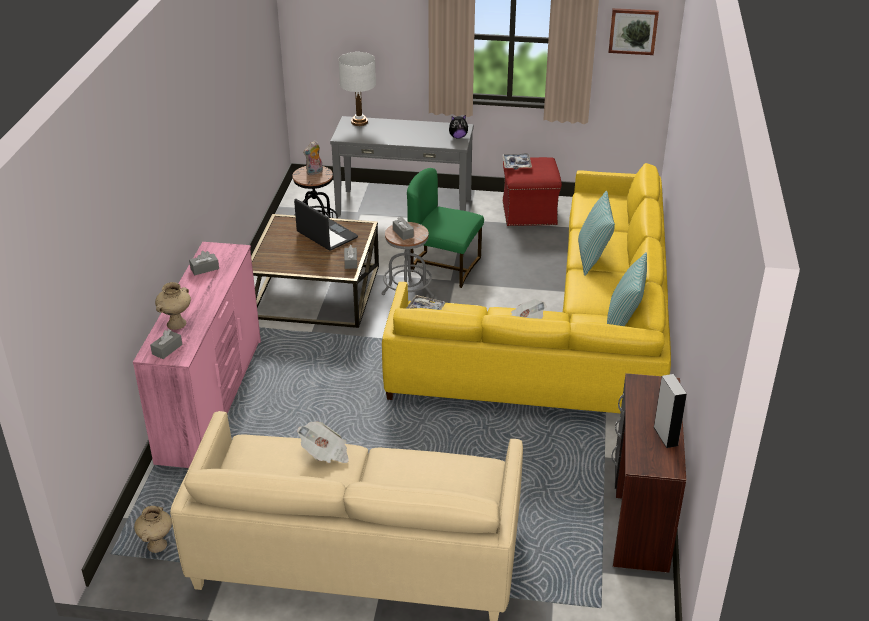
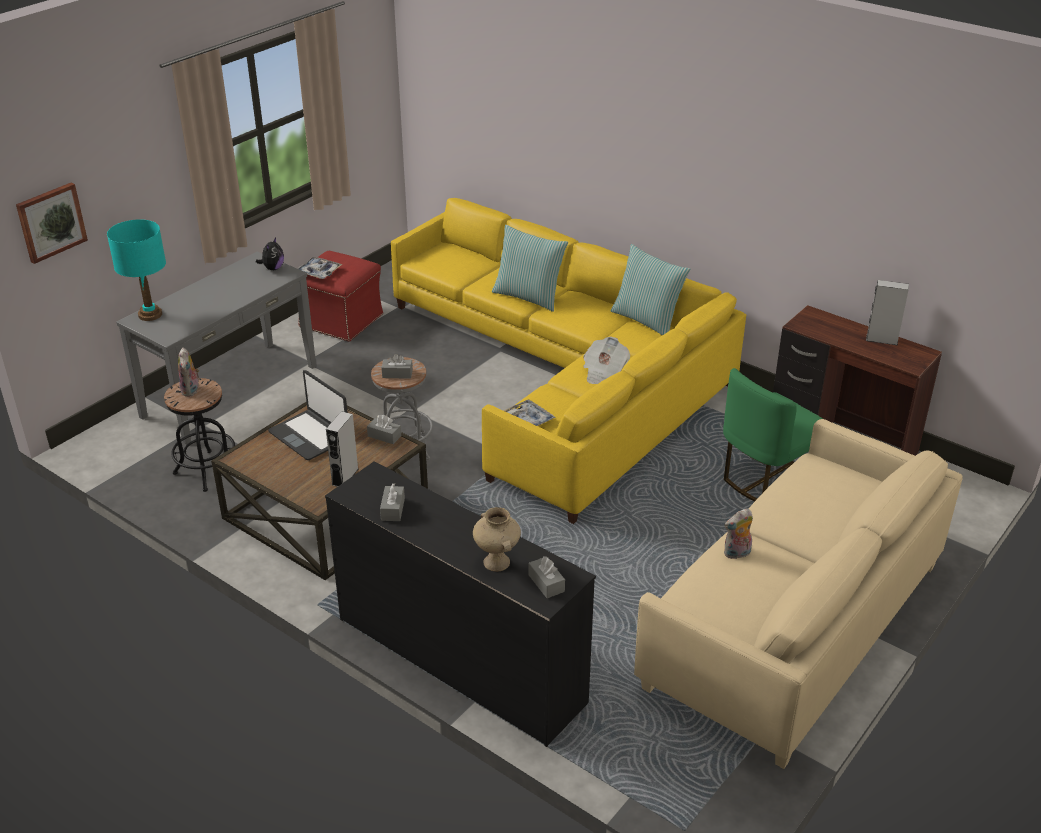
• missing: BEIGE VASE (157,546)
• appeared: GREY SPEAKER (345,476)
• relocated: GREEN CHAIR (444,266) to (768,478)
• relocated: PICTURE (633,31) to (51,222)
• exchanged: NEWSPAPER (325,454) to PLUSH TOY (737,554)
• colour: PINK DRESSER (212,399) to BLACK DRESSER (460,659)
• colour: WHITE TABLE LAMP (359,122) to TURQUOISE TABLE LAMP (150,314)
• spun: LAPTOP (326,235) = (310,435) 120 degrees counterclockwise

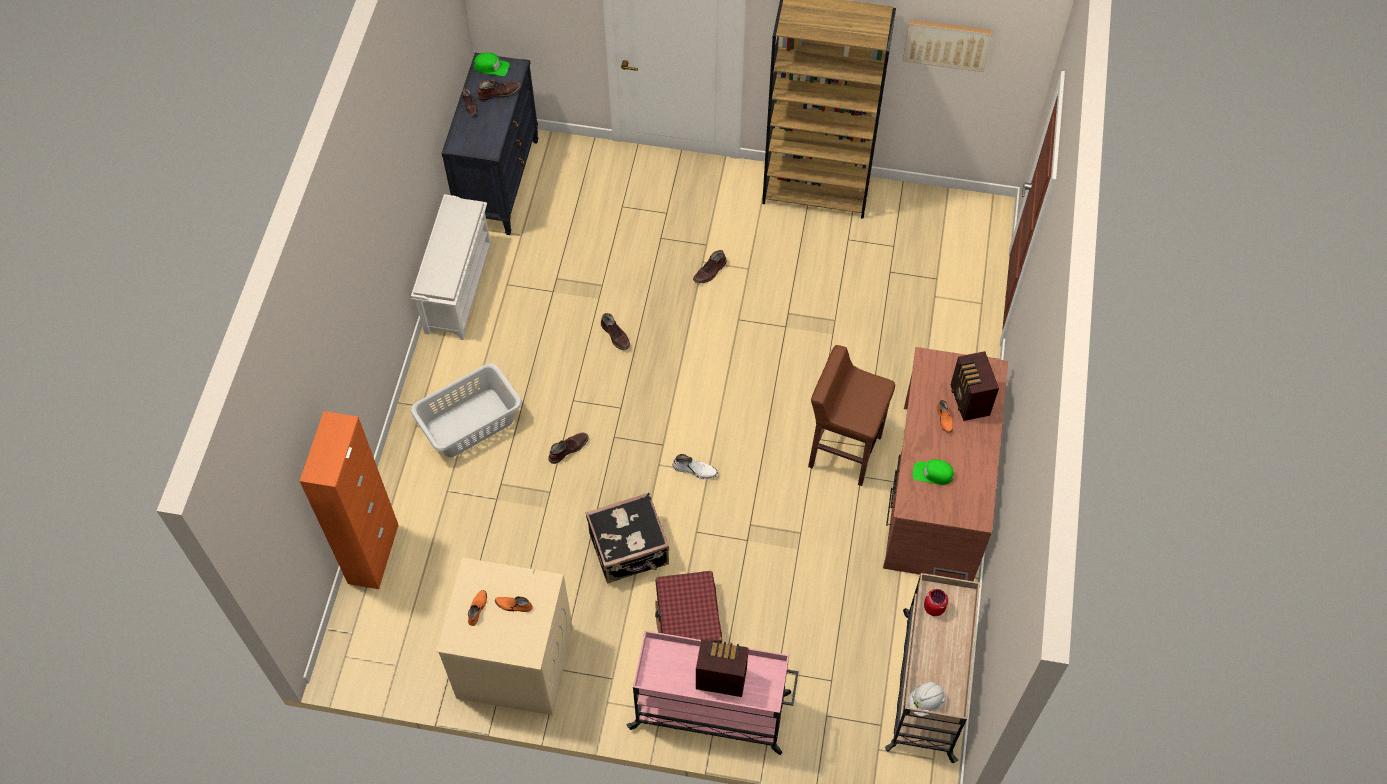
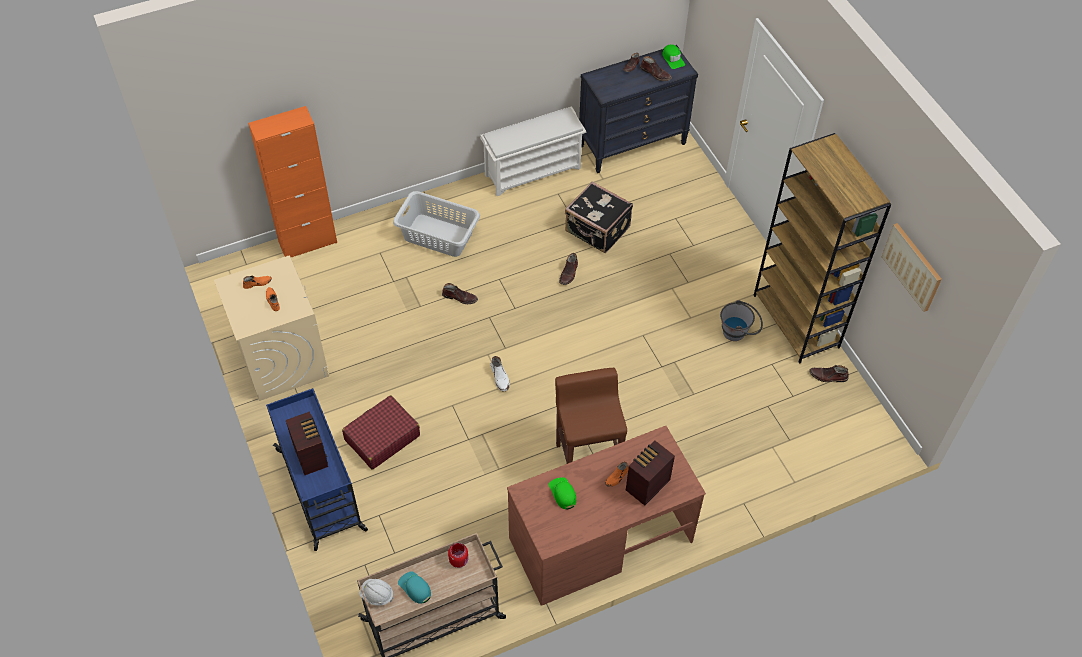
• appeared: TURQUOISE CAP (415,588)
• appeared: GREY BUCKET (738,332)
• relocated: BLACK SUITCASE (629,550) to (597,230)
• relocated: BROWN BOOT (710,272) to (828,376)
• colour: PINK CART (712,711) to BLUE CART (321,491)

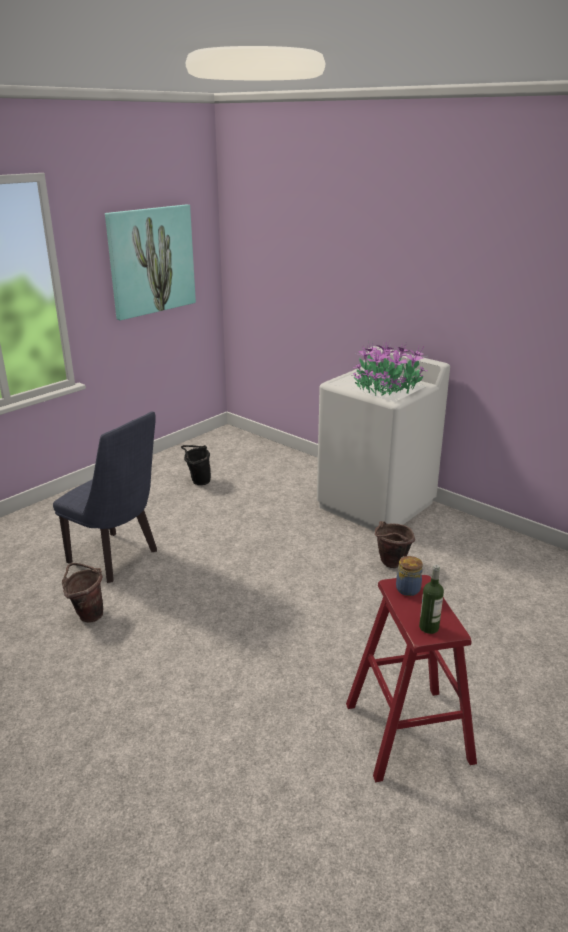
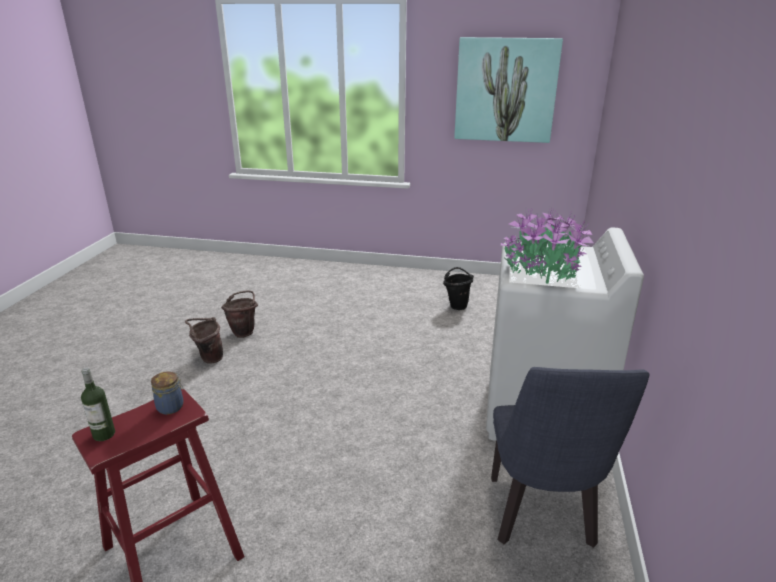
• relocated: BLUE CHAIR (118,559) to (541,518)
• relocated: BROWN BUCKET (390,565) to (208,358)

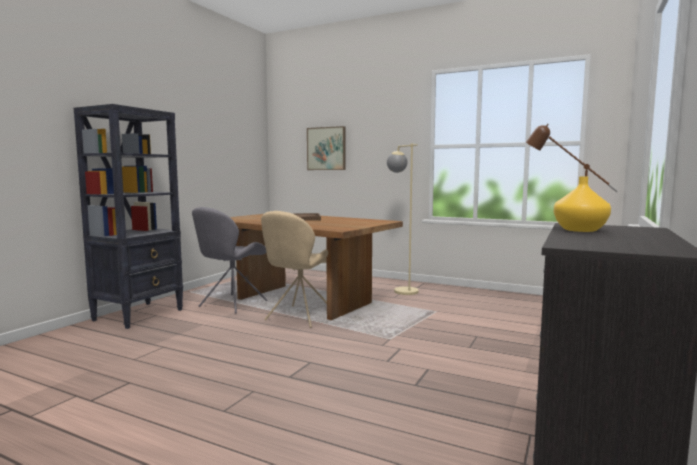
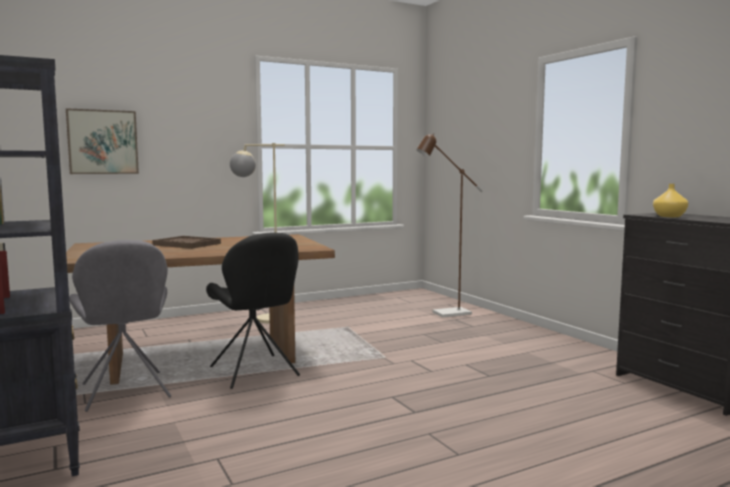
• colour: BEIGE CHAIR (299,317) to BLACK CHAIR (255,372)

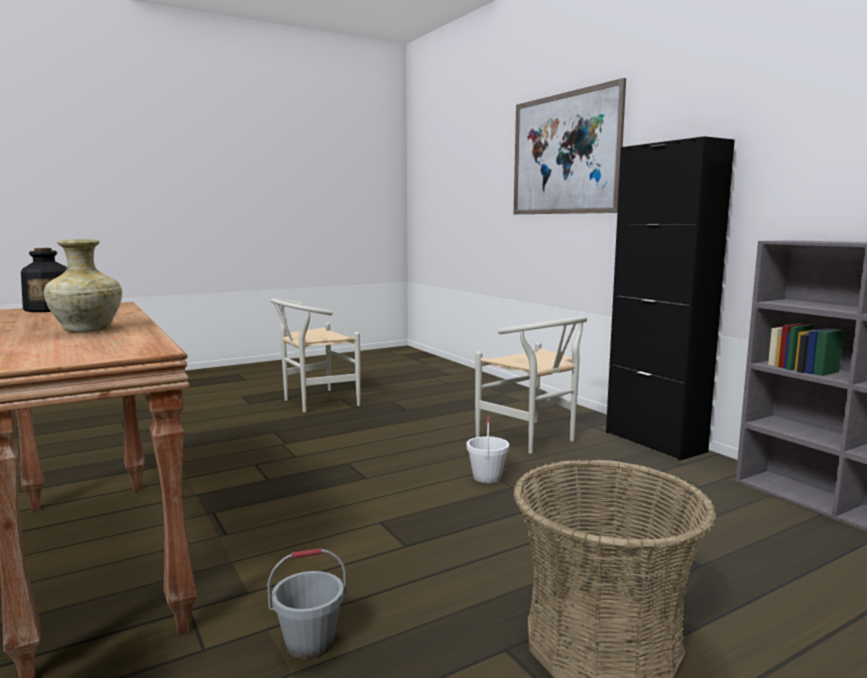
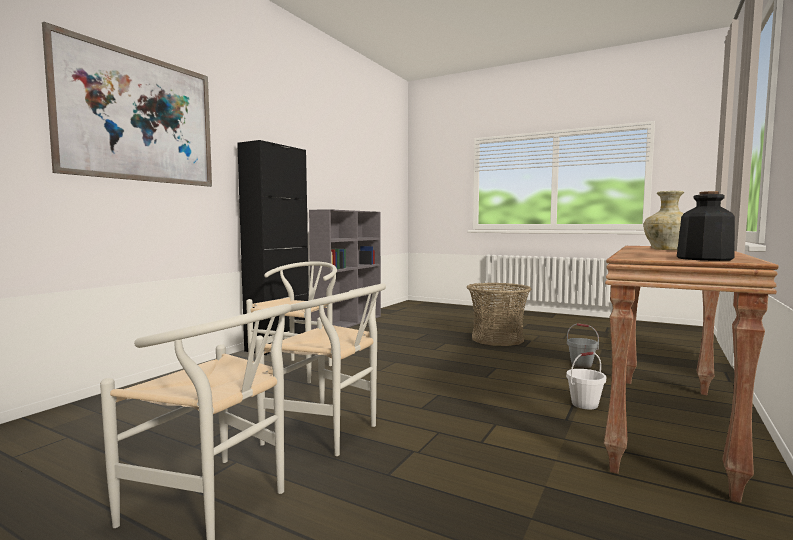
• appeared: WHITE CHAIR (330,433)
• relocated: WHITE BUCKET (487,477) to (584,404)

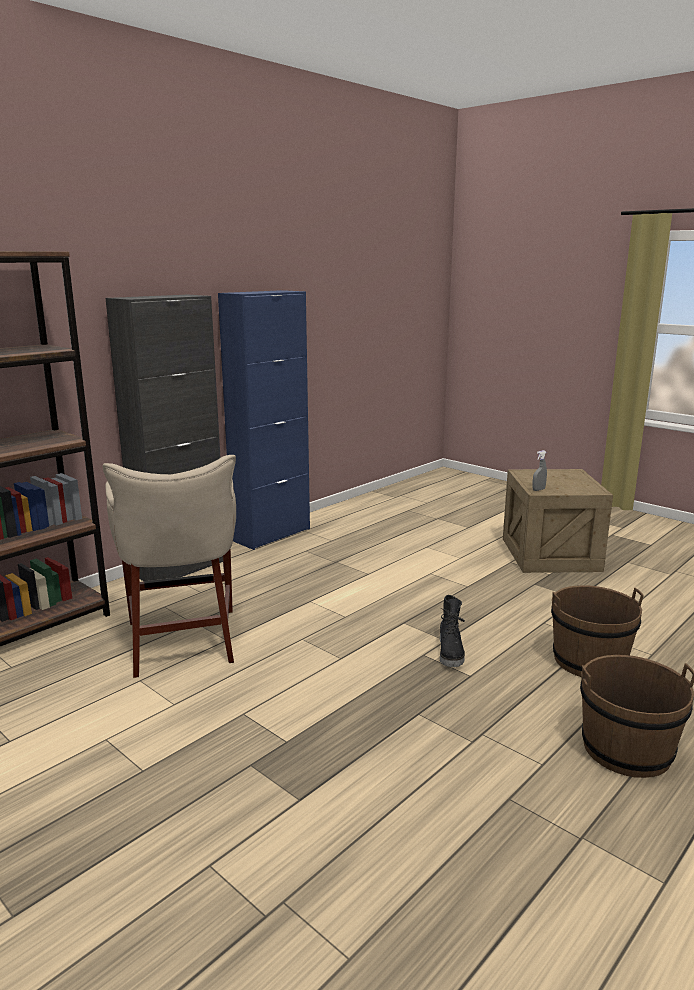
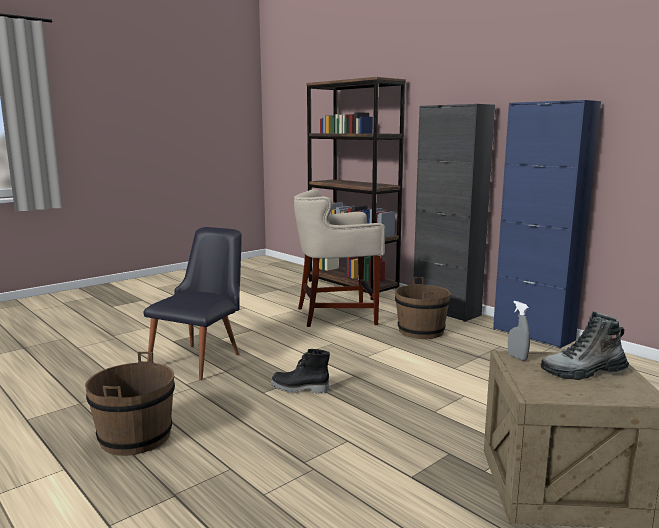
• appeared: BLACK CHAIR (202,358)
• appeared: BOOT (583,372)
• relocated: BROWN BUCKET (589,661) to (421,331)

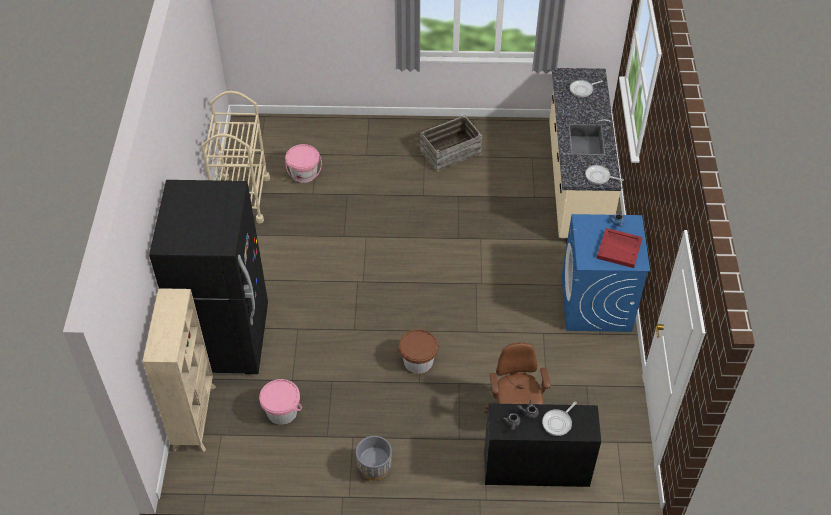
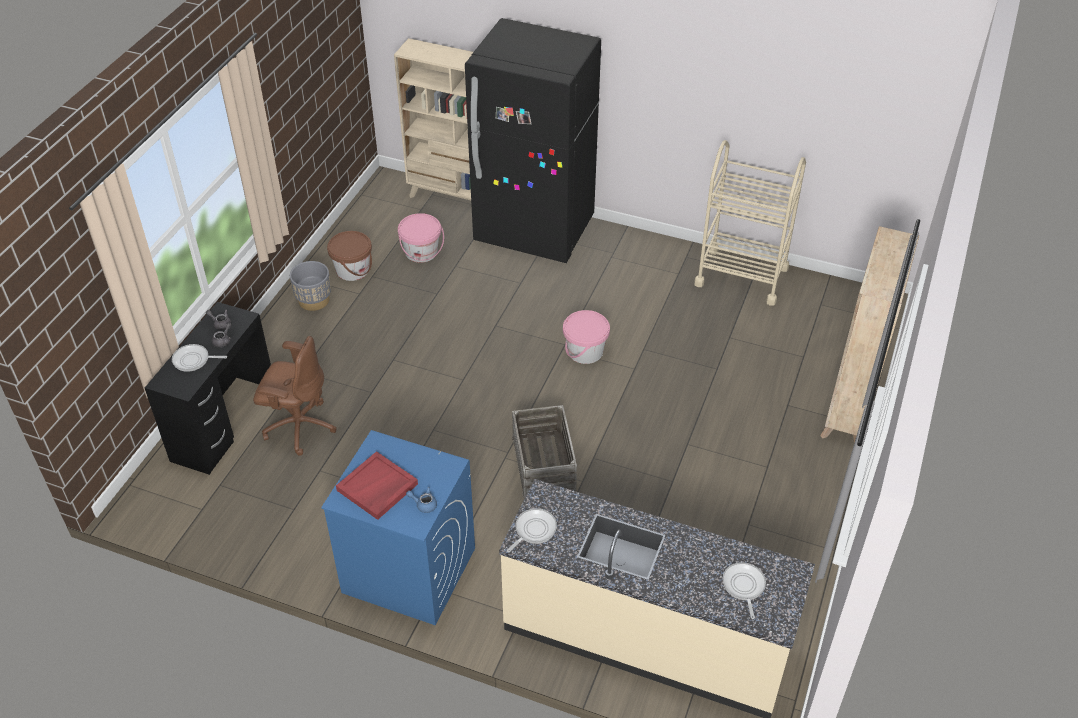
• appeared: BEIGE BOOKCASE (848,410)
• relocated: PINK BUCKET (304,174) to (585,351)
• relocated: BROWN BUCKET (418,361) to (353,270)
• relocated: CRATE (450,152) to (544,463)
• spun: FRYING PAN (558,422) = (193,360) 60 degrees counterclockwise

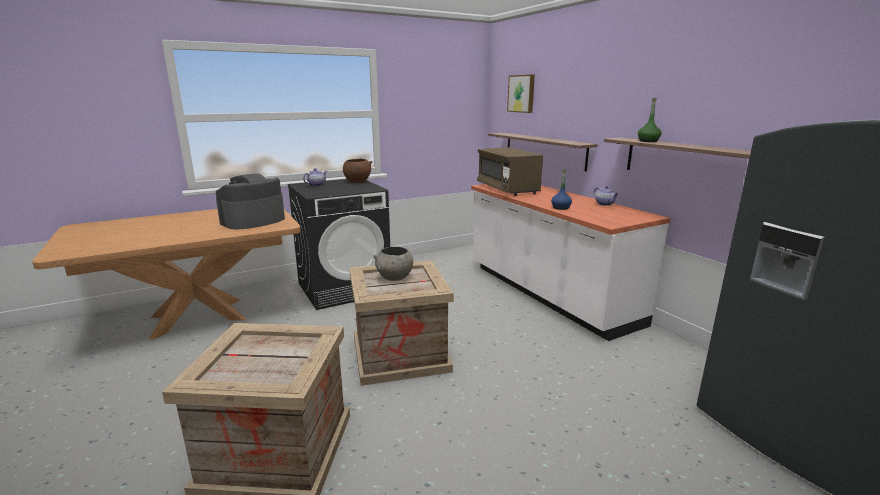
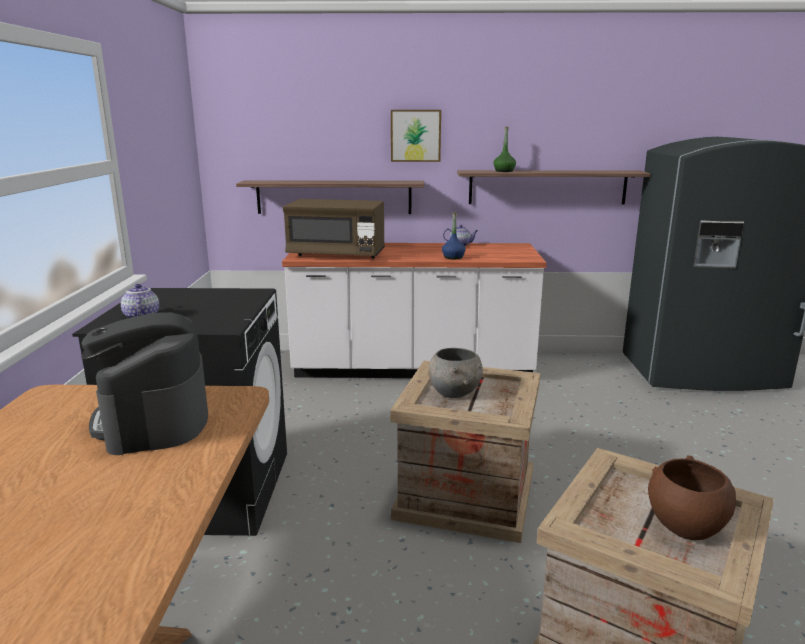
• relocated: BROWN BOWL (357,181) to (685,527)
• relocated: PICTURE (522,93) to (415,135)

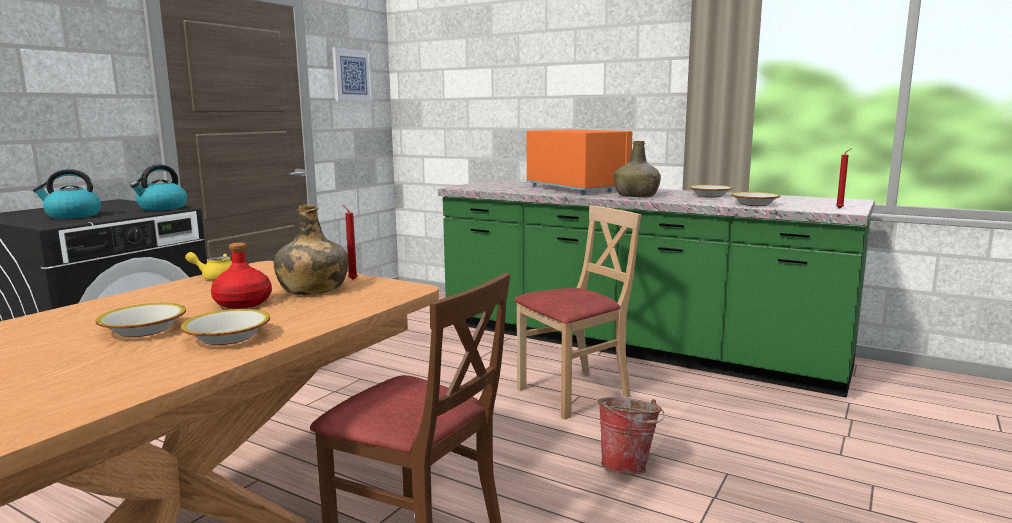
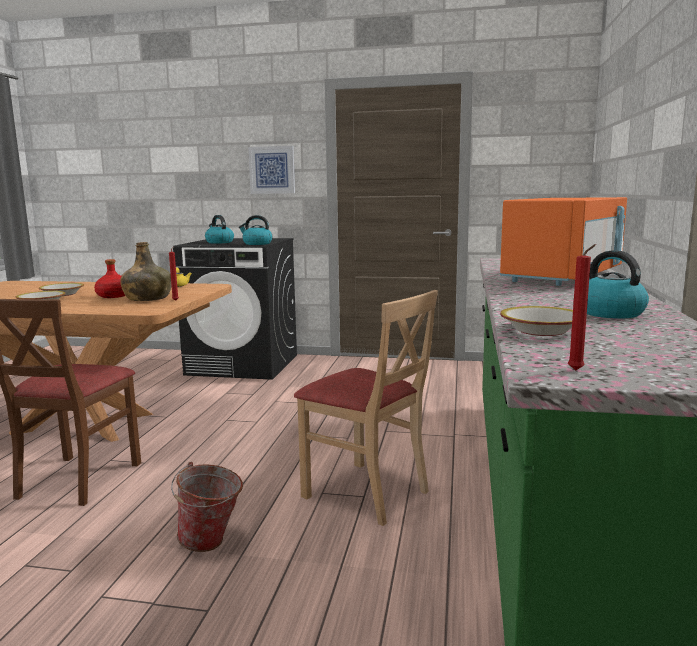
• missing: GREEN BOTTLE (636,196)
• relocated: PICTURE (351,75) to (272,170)
• exchanged: BOWL (710,196) to KETTLE (608,313)

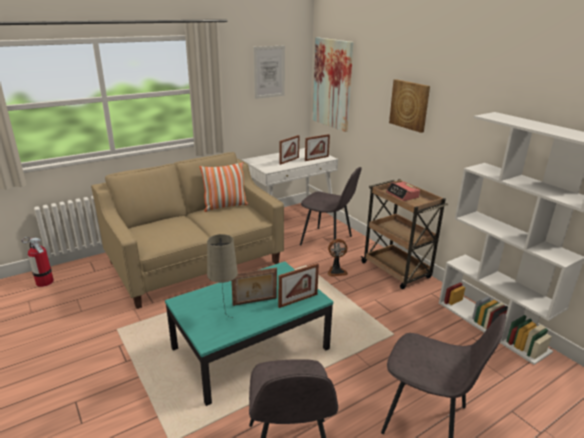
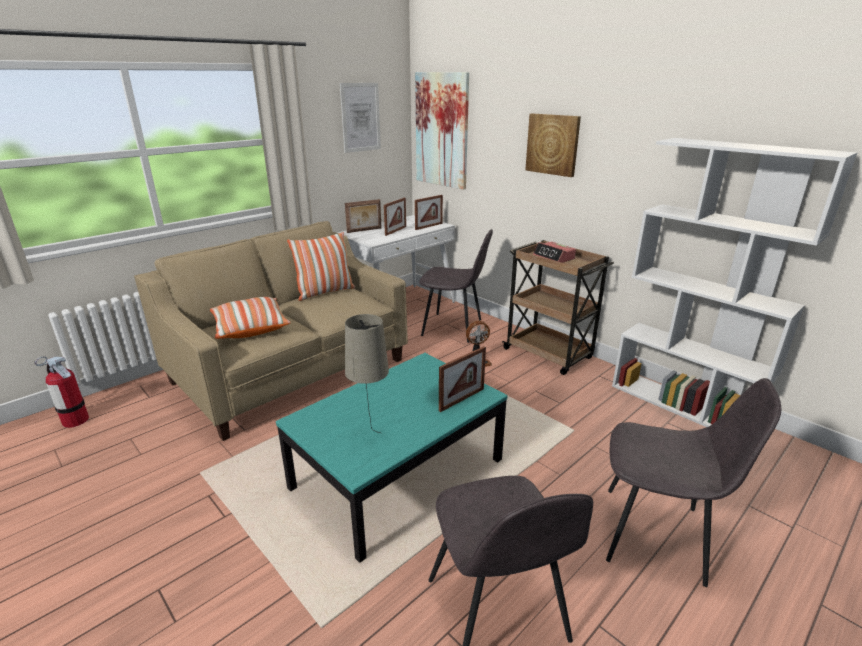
• appeared: PILLOW (250,328)
• relocated: PICTURE FRAME (255,302) to (364,230)

